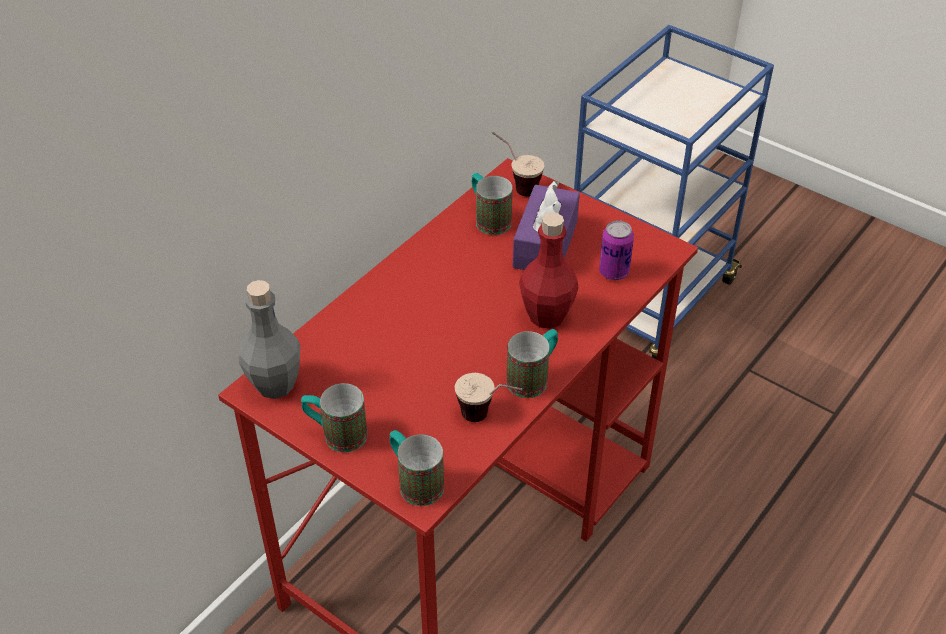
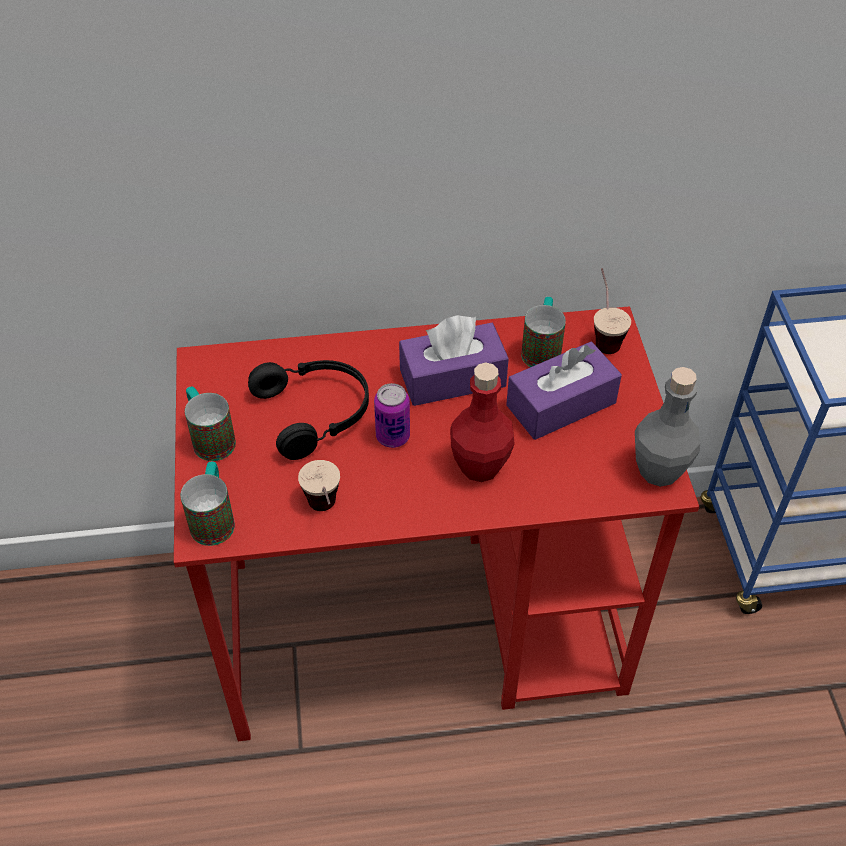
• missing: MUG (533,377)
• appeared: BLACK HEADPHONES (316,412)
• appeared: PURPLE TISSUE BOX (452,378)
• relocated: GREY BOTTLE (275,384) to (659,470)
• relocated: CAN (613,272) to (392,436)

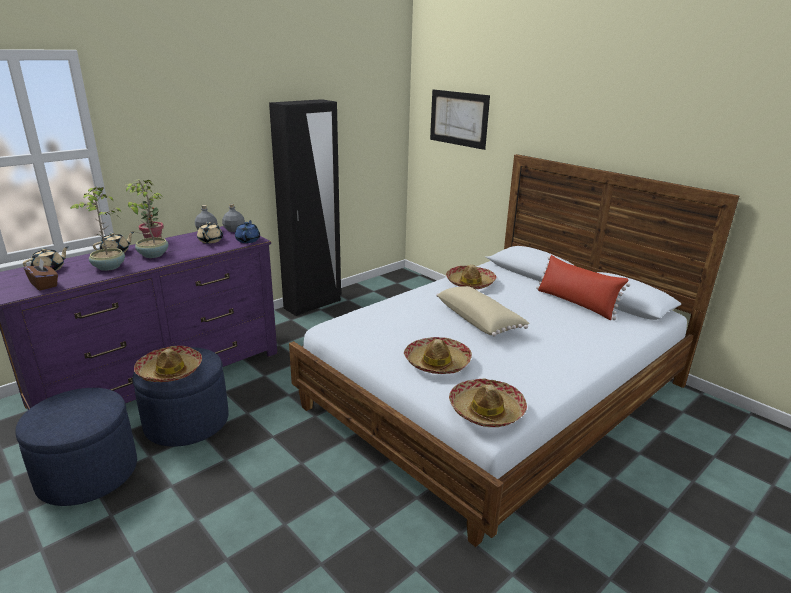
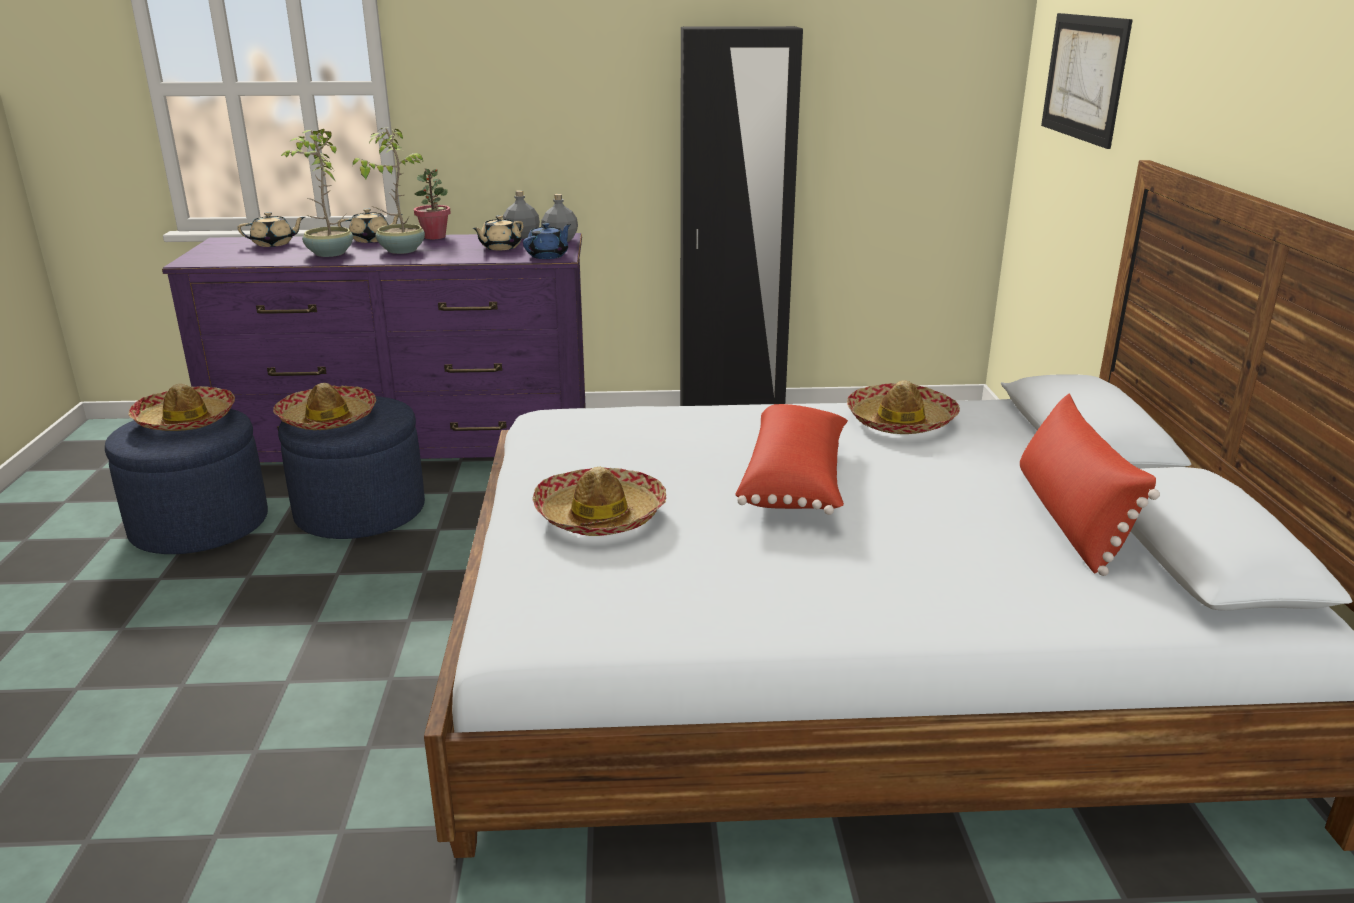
• missing: BROWN TISSUE BOX (44,284)
• relocated: HAT (486,411) to (186,420)
• colour: BEIGE PILLOW (479,320) to RED PILLOW (796,482)

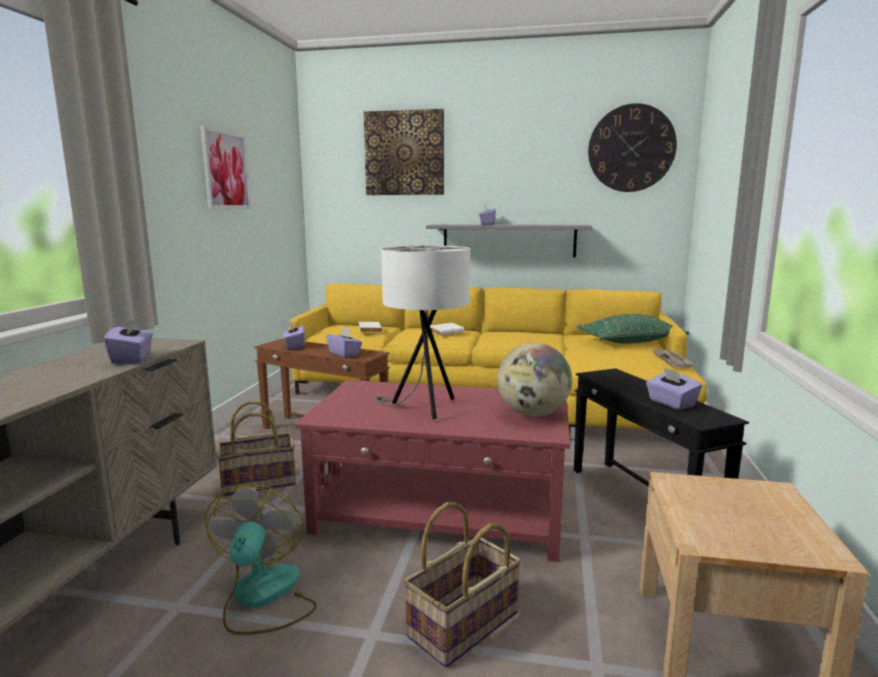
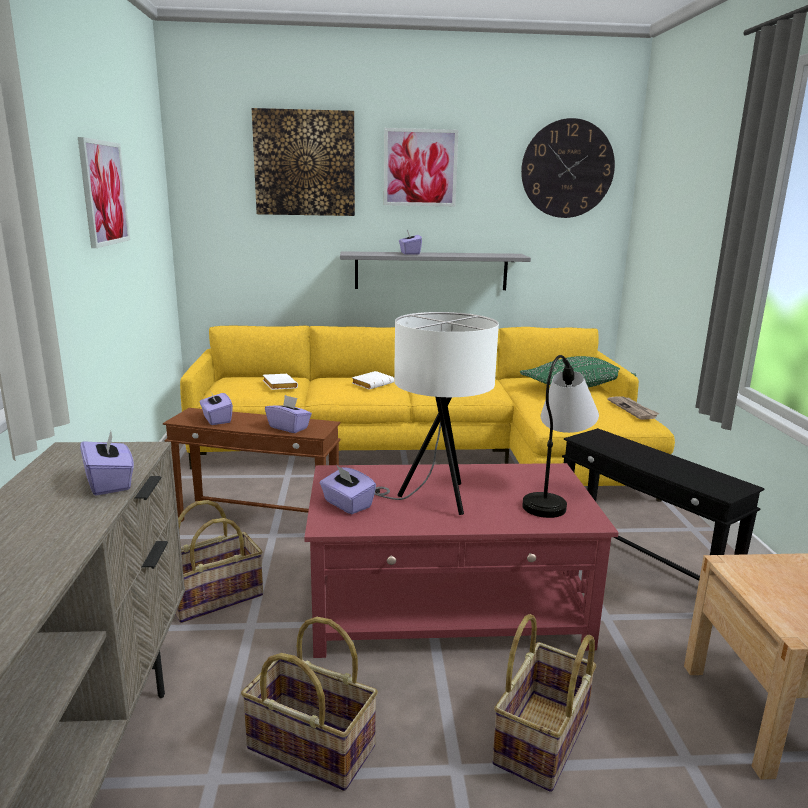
• appeared: PICTURE (420,168)
• relocated: PURPLE TISSUE BOX (671,403) to (347,504)
• exchanged: FAN (262,598) to BASKET (309,748)
• exchanged: GLOBE (533,414) to TABLE LAMP (555,496)

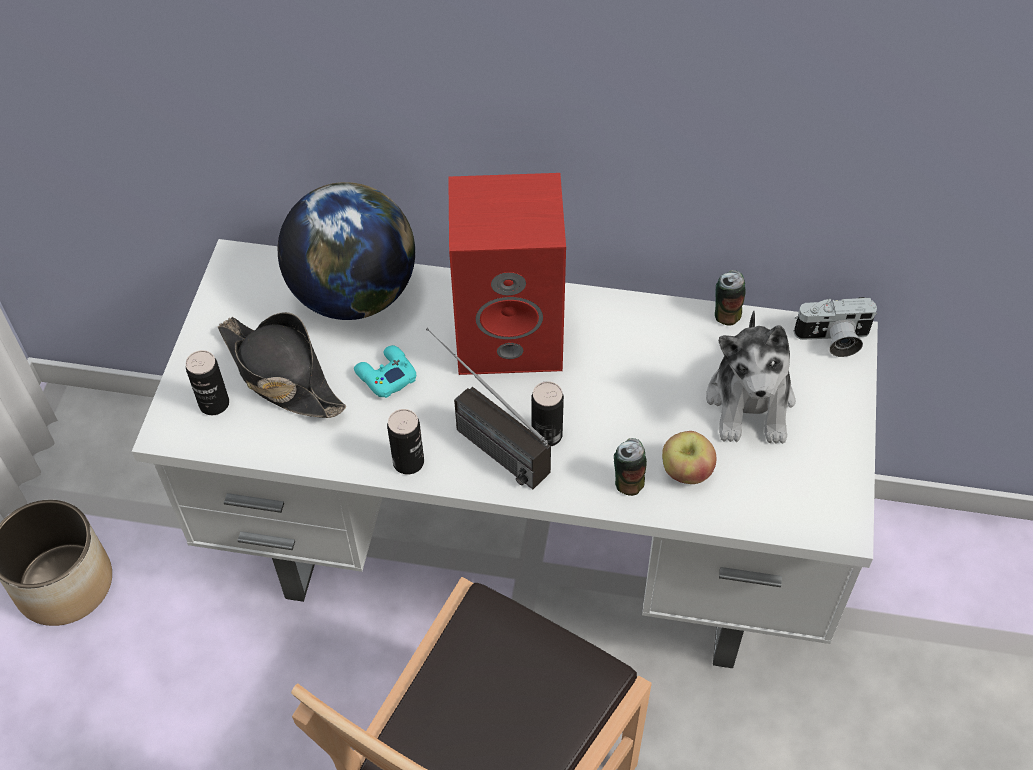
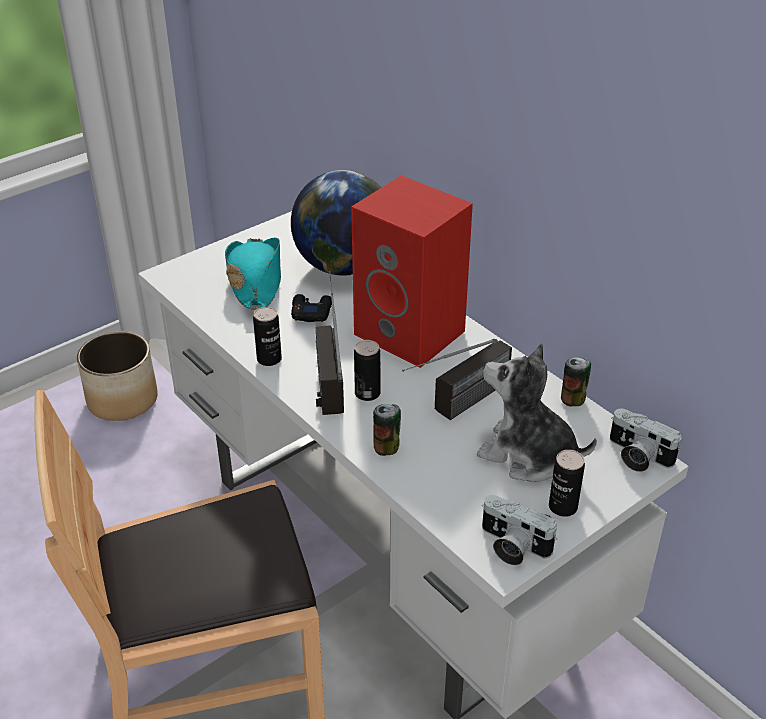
• missing: APPLE (686,472)
• appeared: RADIO (457,407)
• appeared: PHOTO CAMERA (512,546)
• relocated: CAN (214,404) to (563,507)
• colour: BLACK HAT (281,374) to TURQUOISE HAT (255,281)
• colour: TURQUOISE GAME CONTROLLER (385,375) to BLACK GAME CONTROLLER (311,312)
• spun: PLUSH TOY (750,402) = (528,455) 75 degrees clockwise

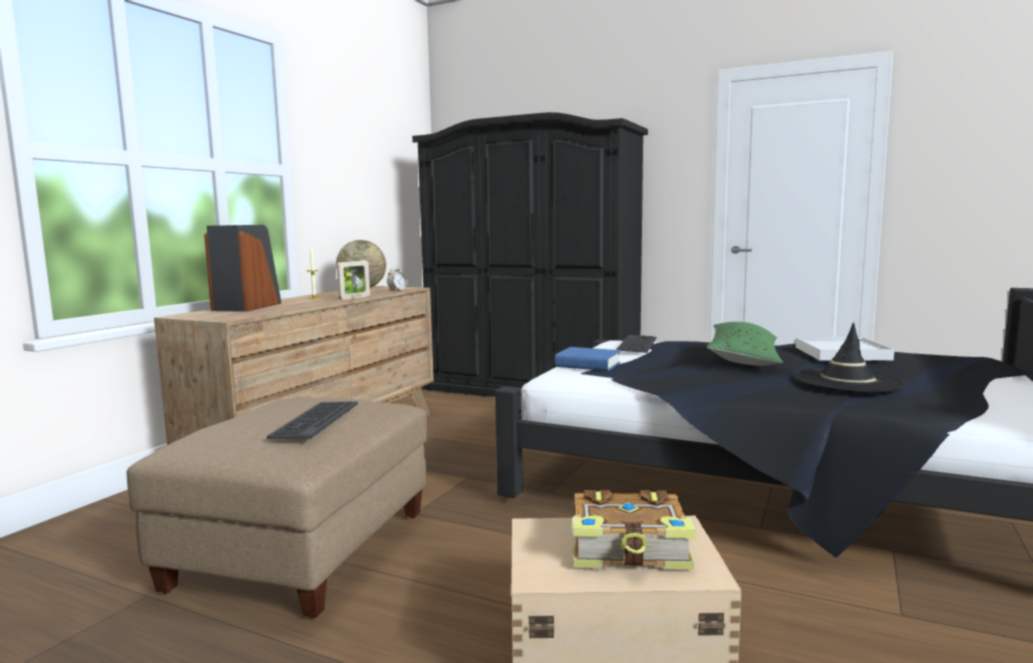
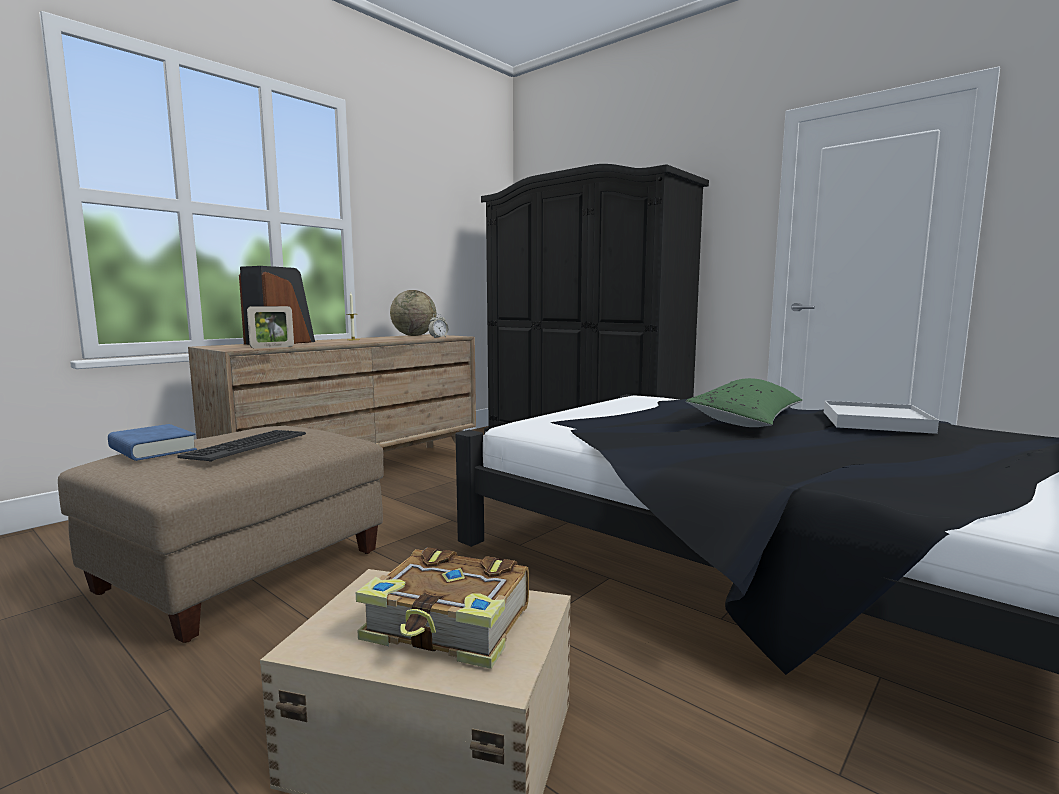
• missing: KEYBOARD (638,344)
• missing: BLACK HAT (847,381)
• relocated: PICTURE FRAME (354,298) to (272,347)
• relocated: BLUE BOOK (588,365) to (152,449)

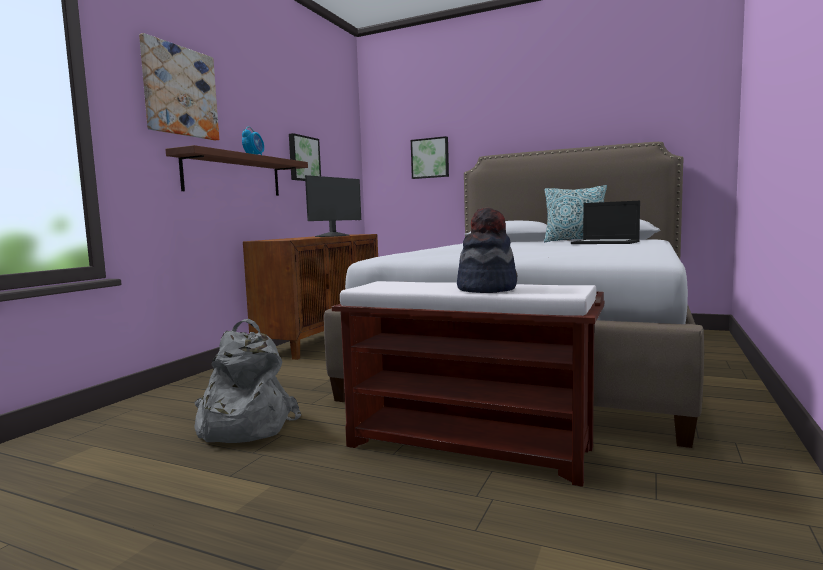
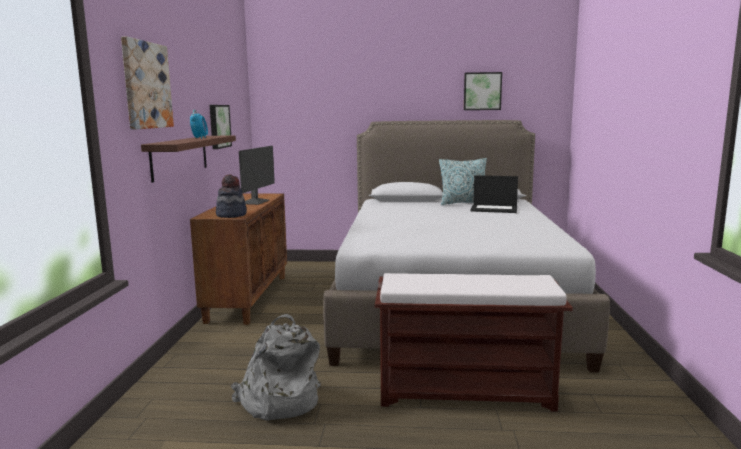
• relocated: PICTURE (430,158) to (482,91)
• relocated: HAT (487,289) to (231,215)

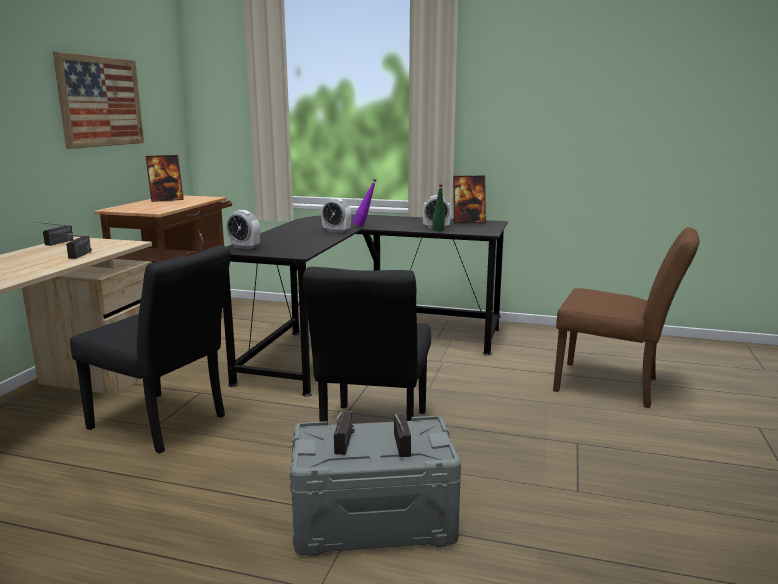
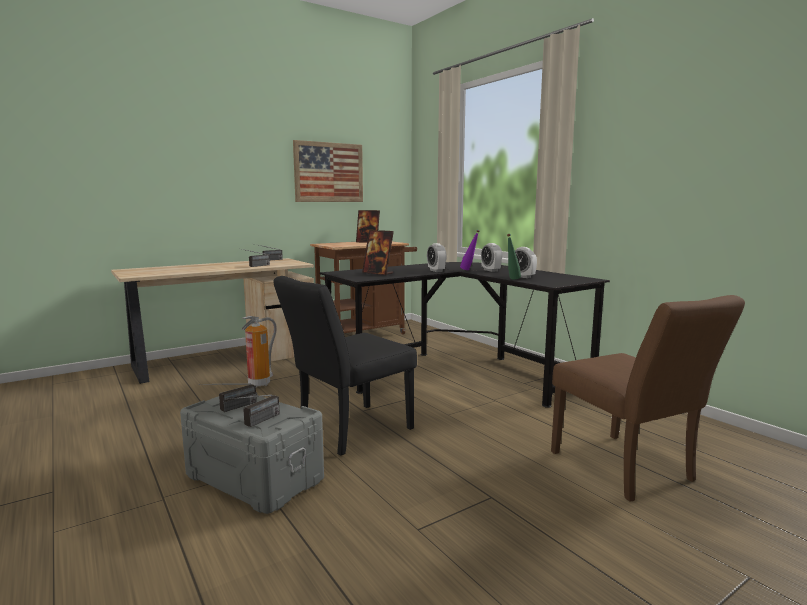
• relocated: ALARM CLOCK (244,247) to (490,270)
• relocated: PICTURE FRAME (468,221) to (378,273)
• exchanged: BLACK CHAIR (165,424) to FIRE EXTINGUISHER (260,384)

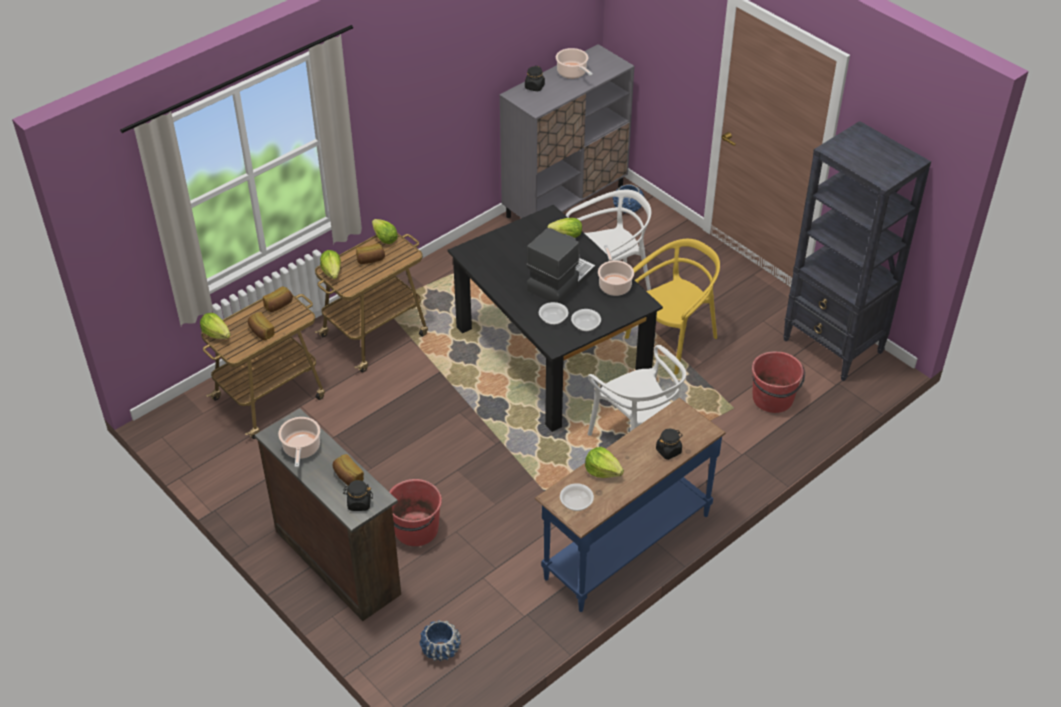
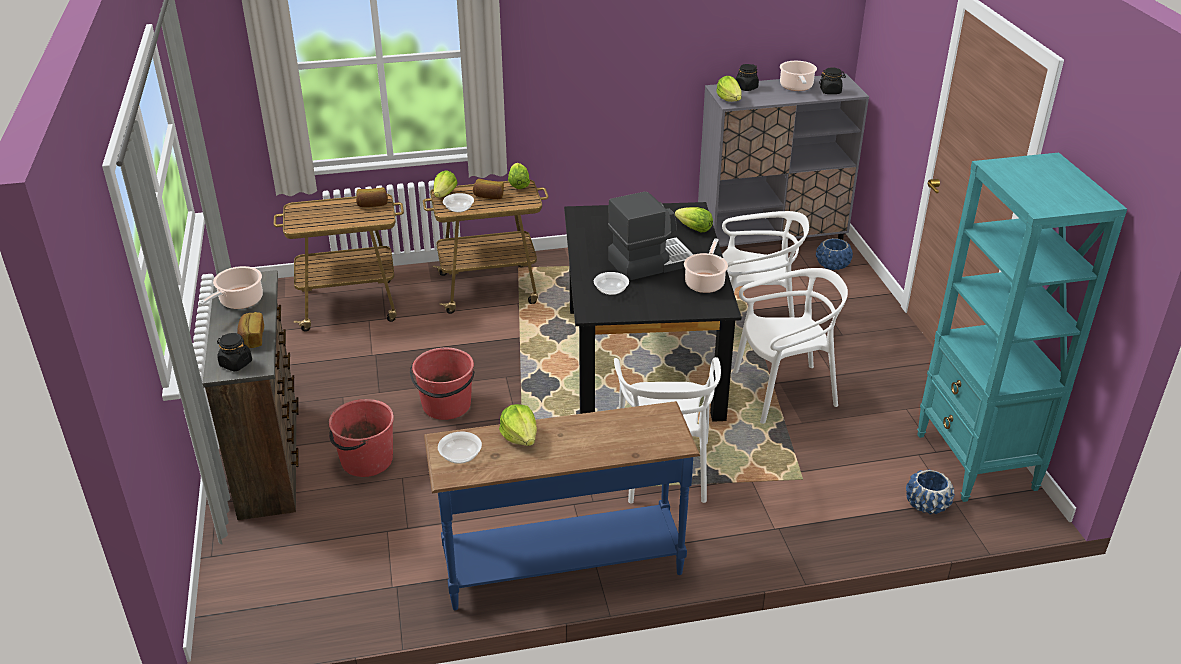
• missing: BREAD (261,332)
• relocated: LETTUCE (216,334) to (729,100)
• relocated: BLUE PLANTER (440,649) to (926,504)
• relocated: BOWL (585,325) to (458,209)
• relocated: BLACK JAR (668,451) to (830,91)
• relocated: RED BUCKET (773,399) to (446,406)
• colour: YELLOW CHAIR (672,340) to WHITE CHAIR (784,392)
• colour: BLACK BOOKCASE (833,346) to TURQUOISE BOOKCASE (976,462)

